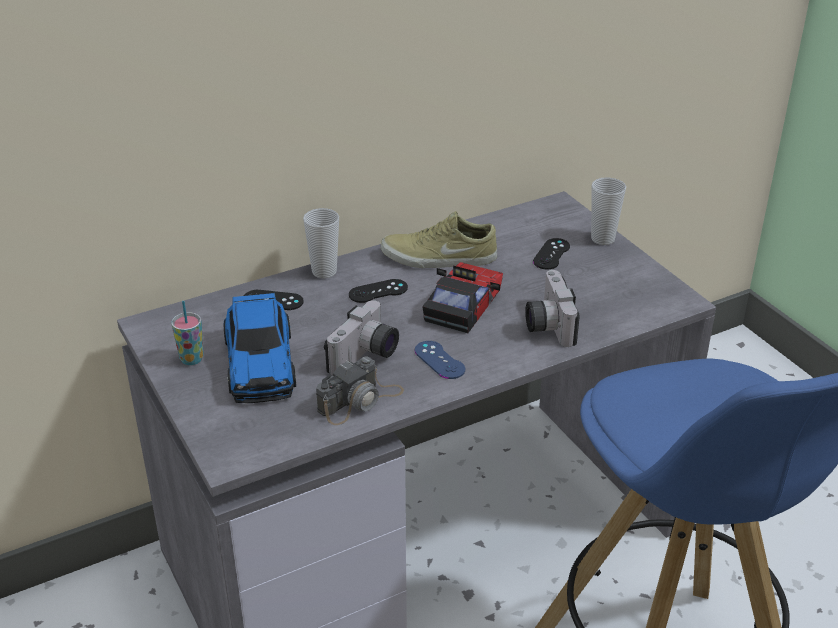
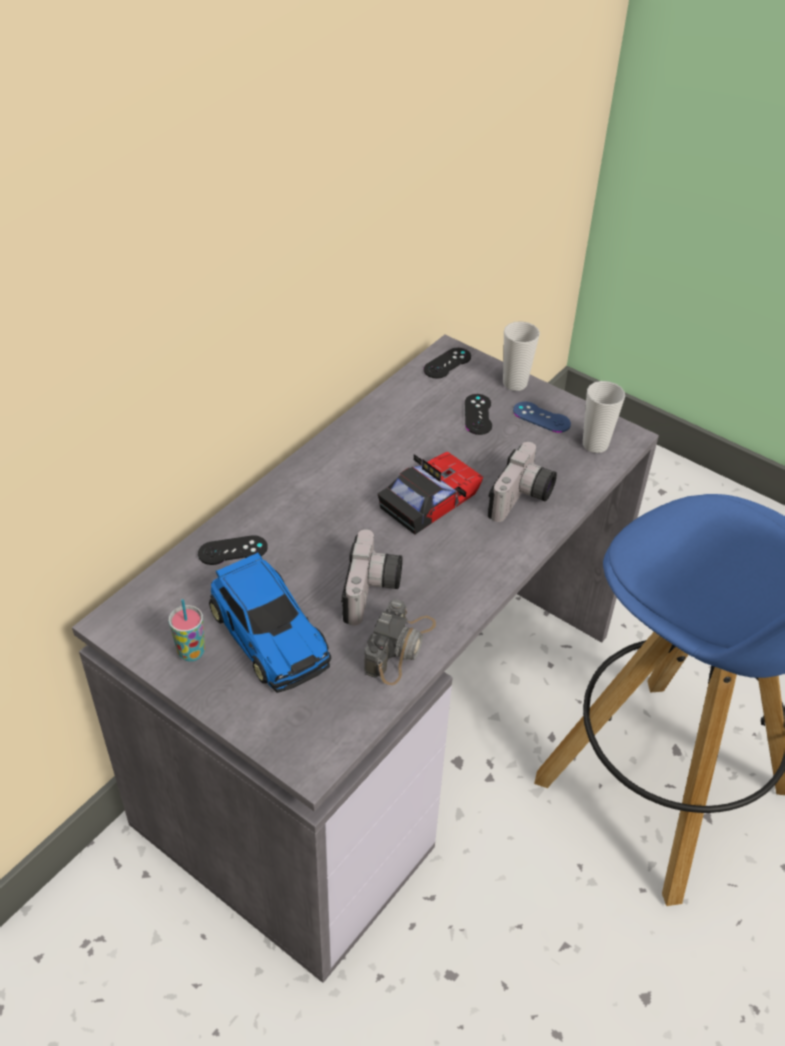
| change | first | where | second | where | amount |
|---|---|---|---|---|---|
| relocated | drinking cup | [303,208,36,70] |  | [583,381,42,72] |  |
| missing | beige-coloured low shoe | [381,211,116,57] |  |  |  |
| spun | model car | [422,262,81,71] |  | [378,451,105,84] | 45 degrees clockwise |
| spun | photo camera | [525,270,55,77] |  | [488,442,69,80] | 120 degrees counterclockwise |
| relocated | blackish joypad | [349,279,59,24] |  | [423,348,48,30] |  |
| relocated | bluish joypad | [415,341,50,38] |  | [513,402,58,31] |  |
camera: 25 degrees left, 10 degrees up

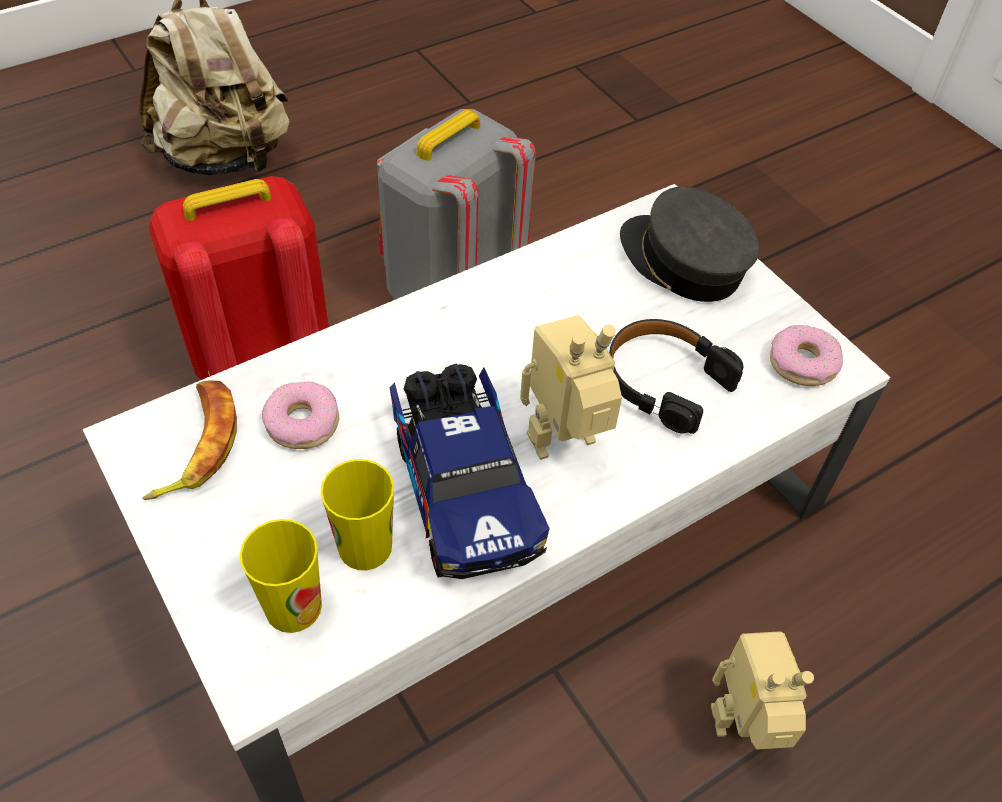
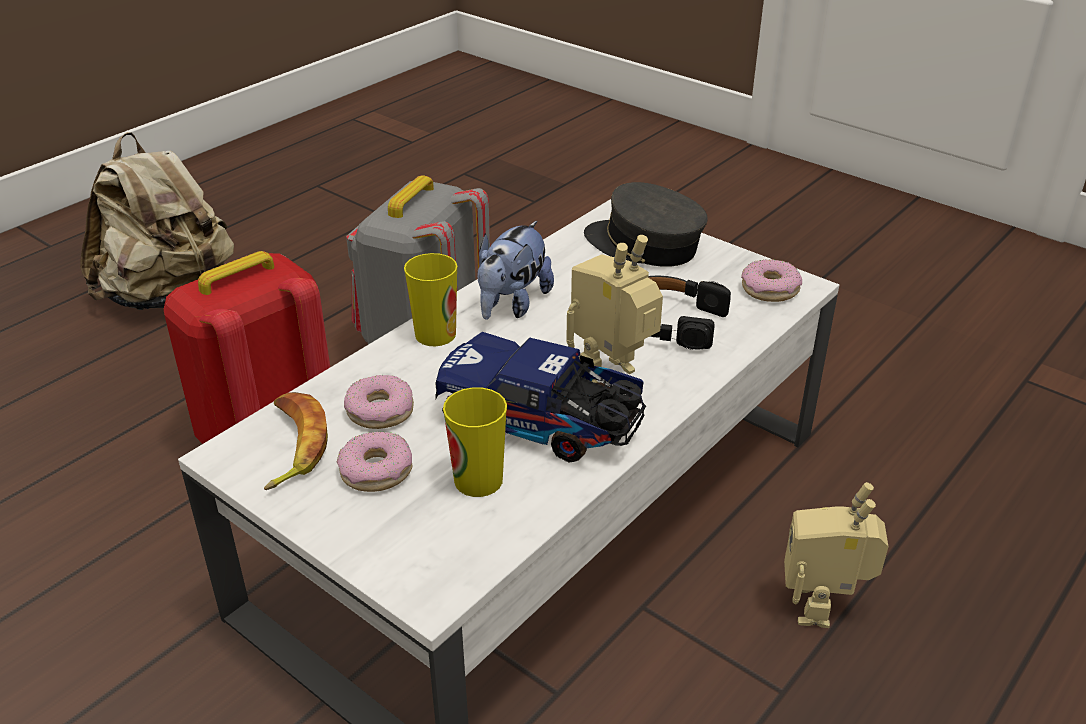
| change | first | where | second | where | amount |
|---|---|---|---|---|---|
| spun | toy lorry | [390,363,160,216] |  | [435,332,211,130] | 150 degrees clockwise |
| relocated | drinking cup | [240,519,82,114] |  | [404,253,54,93] |  |
| spun | model robot | [711,631,103,119] |  | [784,482,104,146] | 60 degrees counterclockwise |
| appeared |  |  | soft toy | [477,221,77,99] |  |
| appeared |  |  | ring doughnut | [337,431,75,61] |  |
camera: 15 degrees left, 15 degrees down

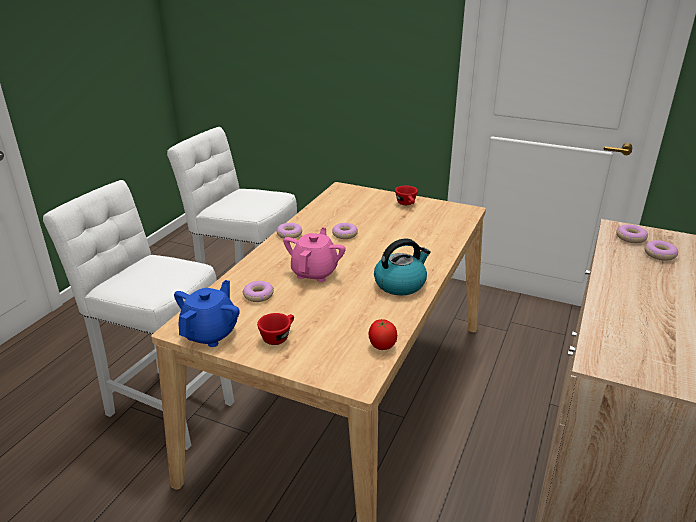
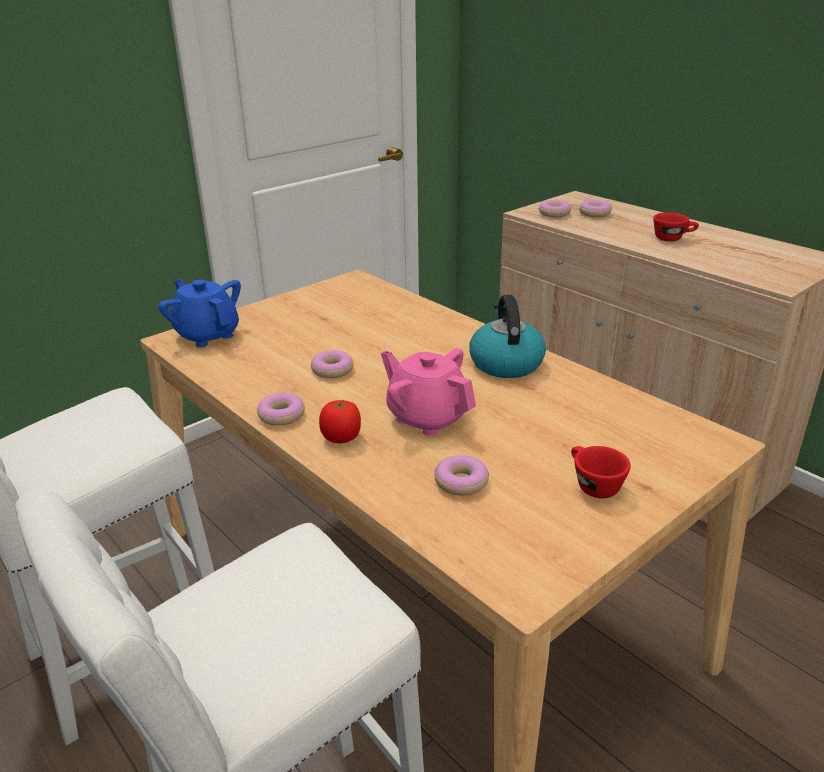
| change | first | where | second | where | amount |
|---|---|---|---|---|---|
| relocated | red-coloured drinking cup | [395,185,23,20] |  | [653,213,46,28] |  |
| relocated | bluish pot for tea | [174,280,66,67] |  | [158,279,83,68] |  |
| relocated | fresh tomato | [369,319,28,31] |  | [319,400,42,43] |  |
camera: 65 degrees left, 0 degrees up

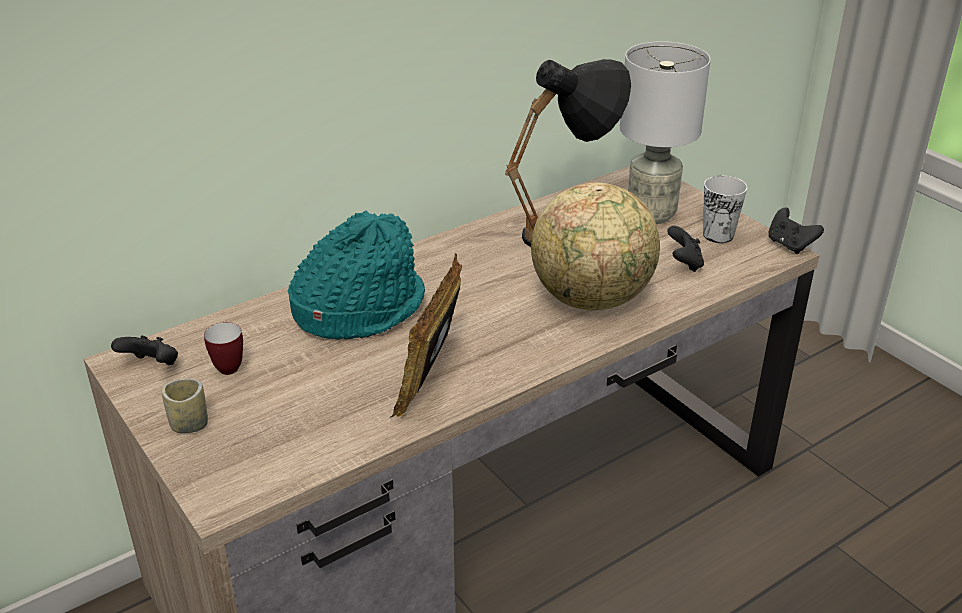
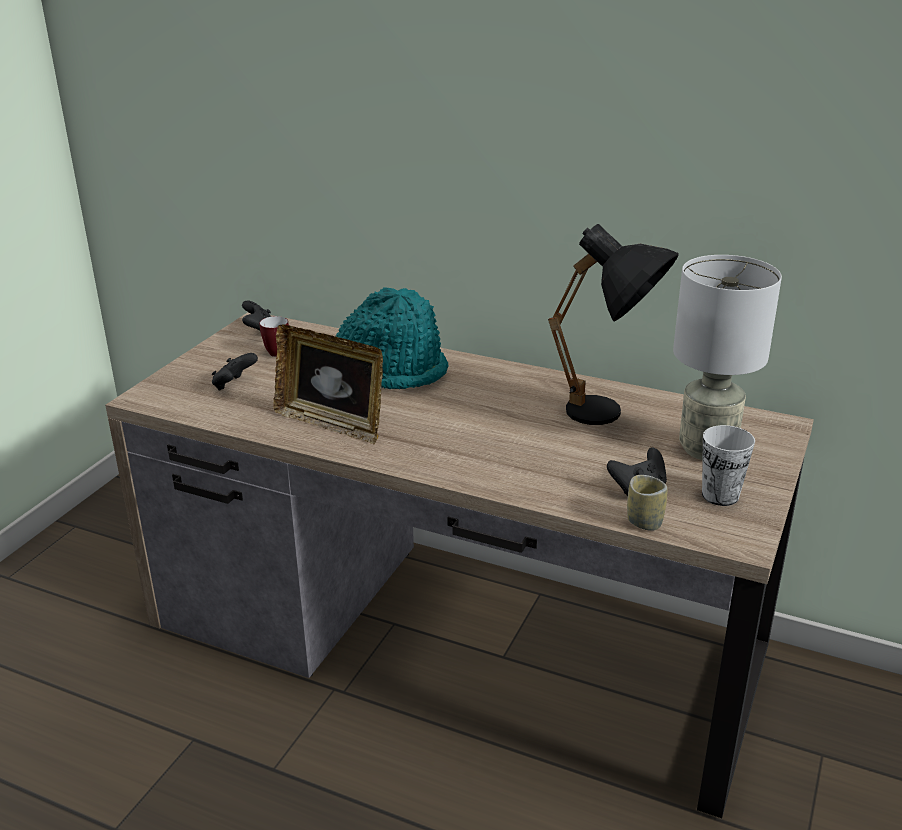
| change | first | where | second | where | amount |
|---|---|---|---|---|---|
| missing | desk globe | [531,183,129,128] |  |  |  |
| relocated | blackish joypad | [768,208,56,46] |  | [212,353,46,37] |  |
| spun | standing frame | [390,253,72,165] |  | [273,325,110,120] | 135 degrees counterclockwise |
| relocated | drinking cup | [162,379,46,54] |  | [627,475,41,56] |  |
camera: 60 degrees right, 5 degrees down

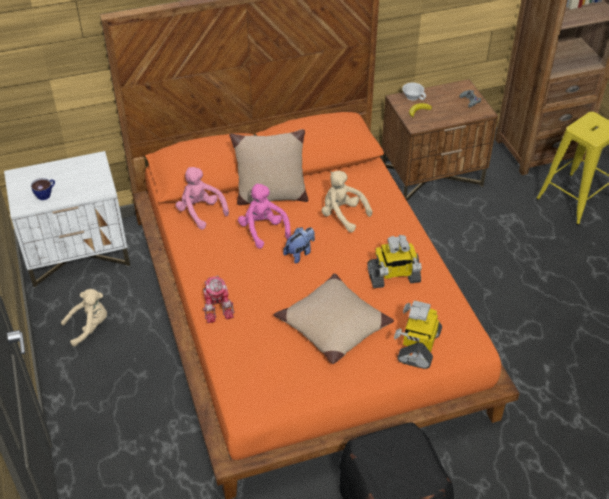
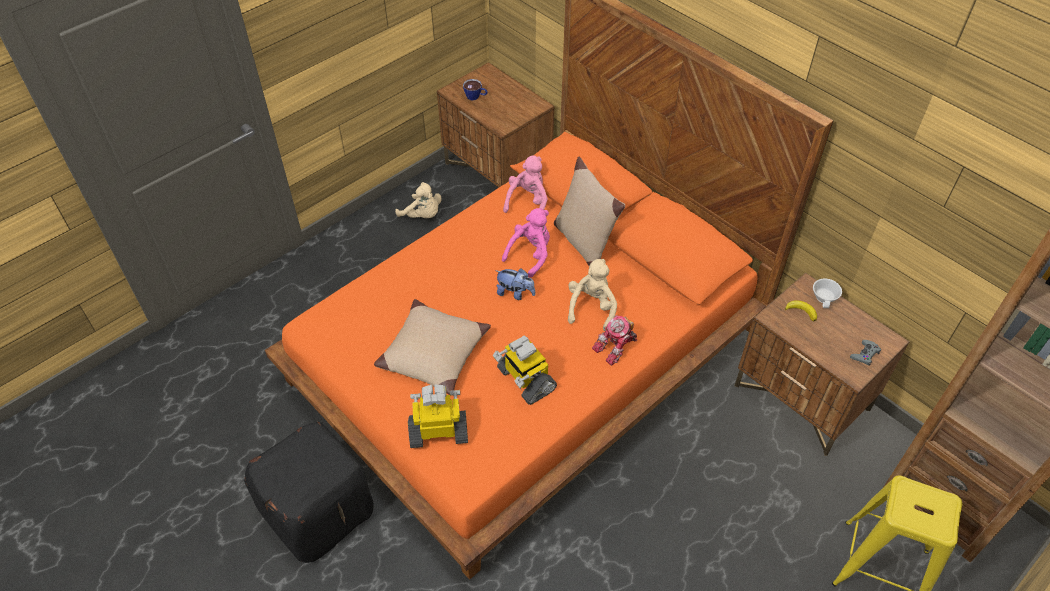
| change | first | where | second | where | amount |
|---|---|---|---|---|---|
| colour | white nightstand | [4,151,126,137] | brownish nightstand | [437,62,118,125] |  |
| relocated | model robot | [203,275,32,48] |  | [592,315,45,51] |  |
camera: 65 degrees right, 5 degrees up

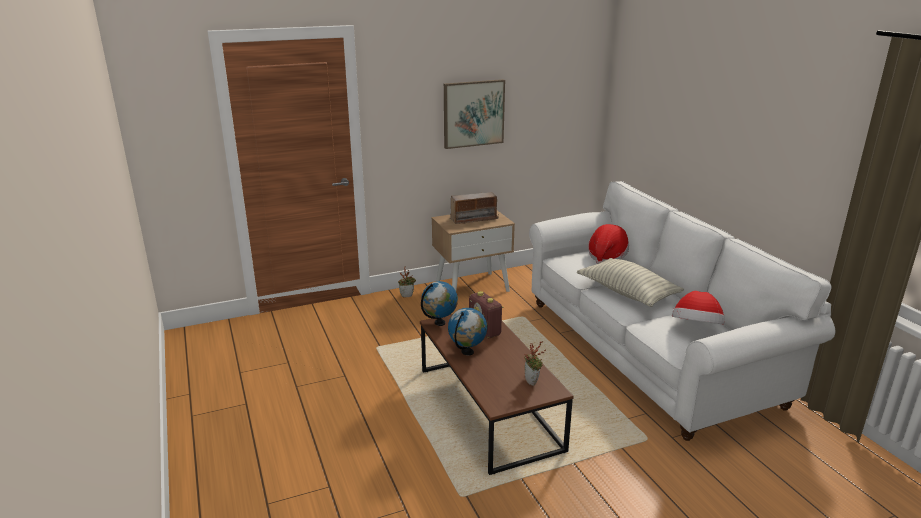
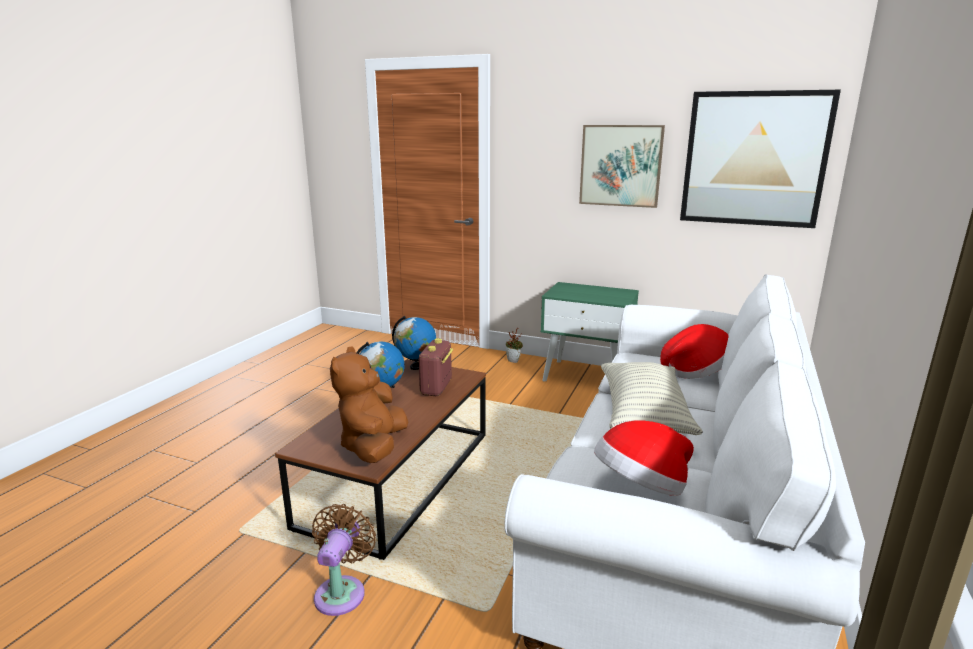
| change | first | where | second | where | amount |
|---|---|---|---|---|---|
| missing | radio set | [450,192,49,32] |  |  |  |
| colour | beige-coloured nightstand | [432,210,83,82] | green-coloured nightstand | [541,282,98,99] |  |
| exchanged | plant in a pot | [524,341,22,44] | brownish soft toy | [330,346,78,117] |  |
| appeared |  |  | wall picture | [680,90,161,138] |  |
| appeared |  |  | brownish cooling fan | [312,504,64,112] |  |
camera: 45 degrees right, 5 degrees down

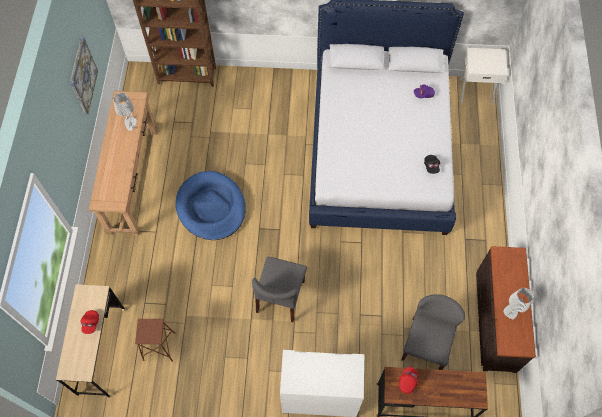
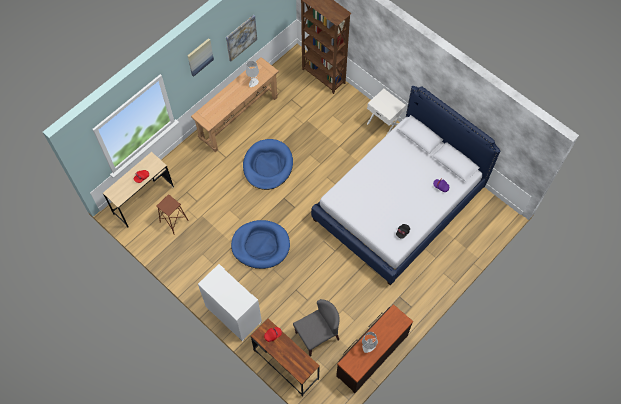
| change | first | where | second | where | amount |
|---|---|---|---|---|---|
| relocated | white nightstand | [460,48,48,56] |  | [367,89,39,45] |  |
| exchanged | grey plain chair | [252,257,55,65] | bluish pet bed | [231,220,59,49] |  |
| appeared |  |  | wall picture | [187,38,27,39] |  |
camera: 40 degrees right, 0 degrees up

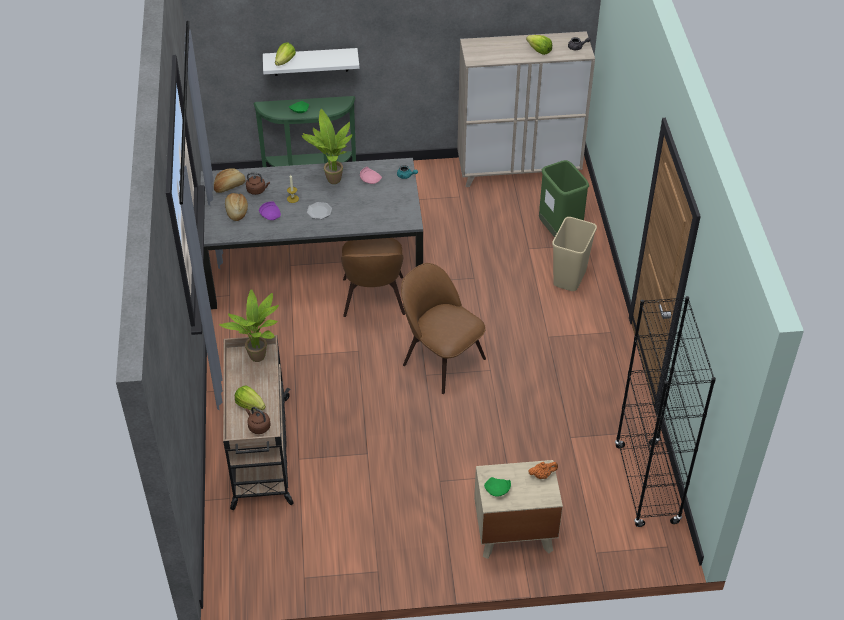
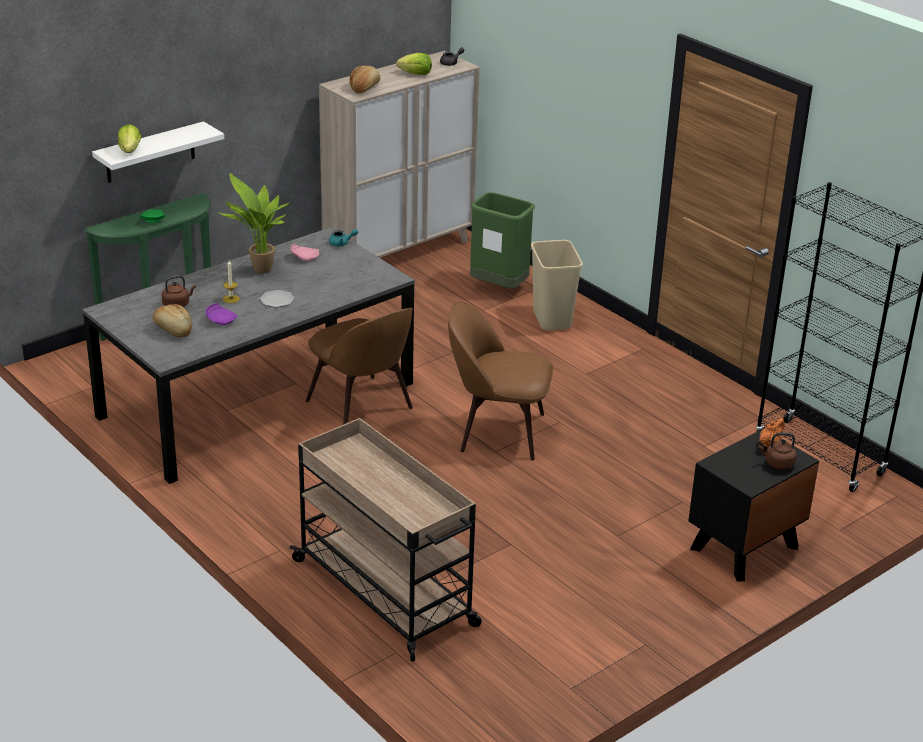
| change | first | where | second | where | amount |
|---|---|---|---|---|---|
| relocated | bread | [214,169,31,24] |  | [349,65,31,29] |  |
| missing | plant in a pot | [219,289,60,73] |  |  |  |
| missing | head of lettuce | [235,385,31,25] |  |  |  |
| relocated | brownish kettle | [246,407,25,27] |  | [758,433,39,37] |  |
| colour | beige-coloured nightstand | [474,460,89,99] | blackish nightstand | [688,428,131,154] |  |
| missing | green-coloured plate | [484,477,27,20] |  |  |  |
camera: 35 degrees left, 15 degrees down

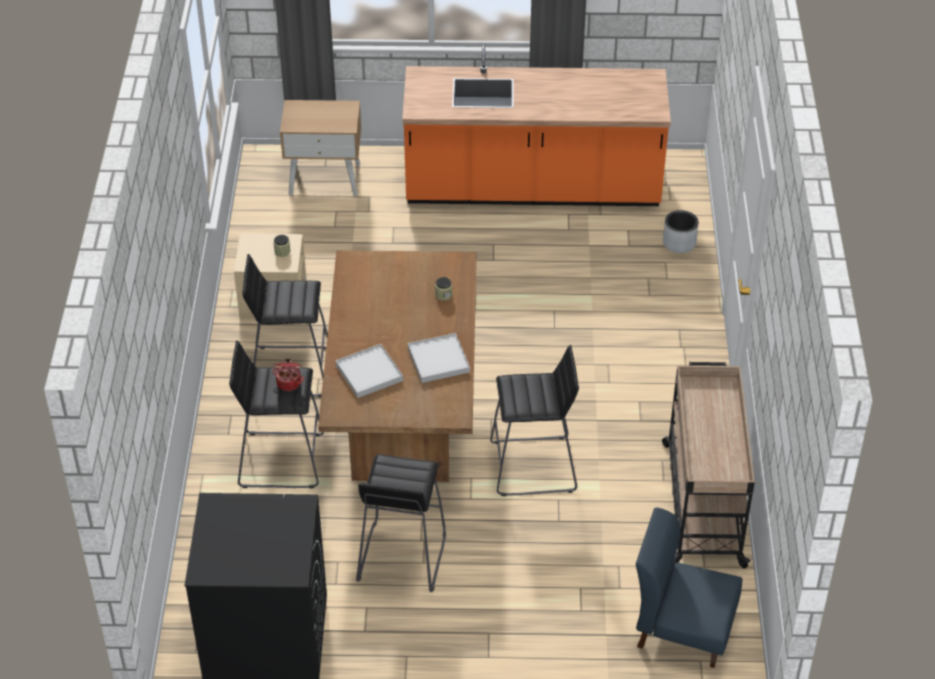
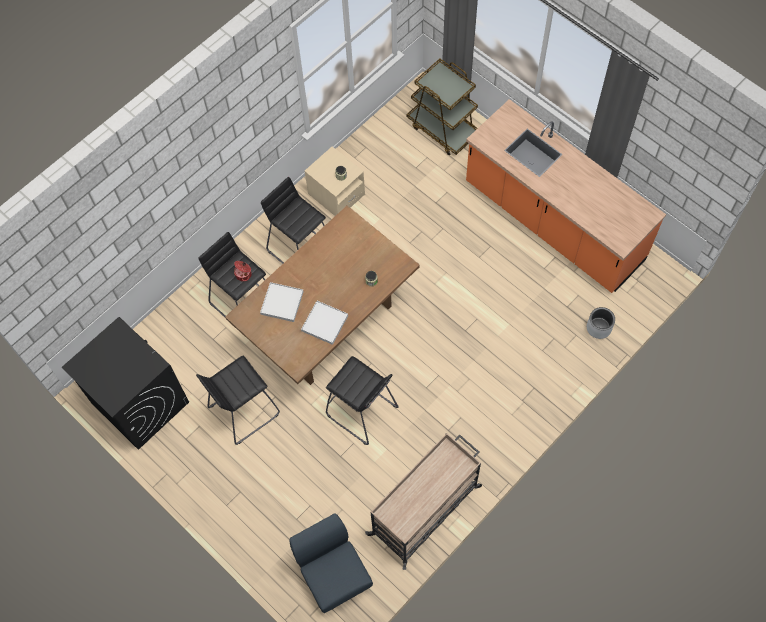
| change | first | where | second | where | amount |
|---|---|---|---|---|---|
| exchanged | beige-coloured nightstand | [280,100,81,96] | brownish trolley | [407,59,71,96] |  |
camera: 45 degrees right, 20 degrees up

